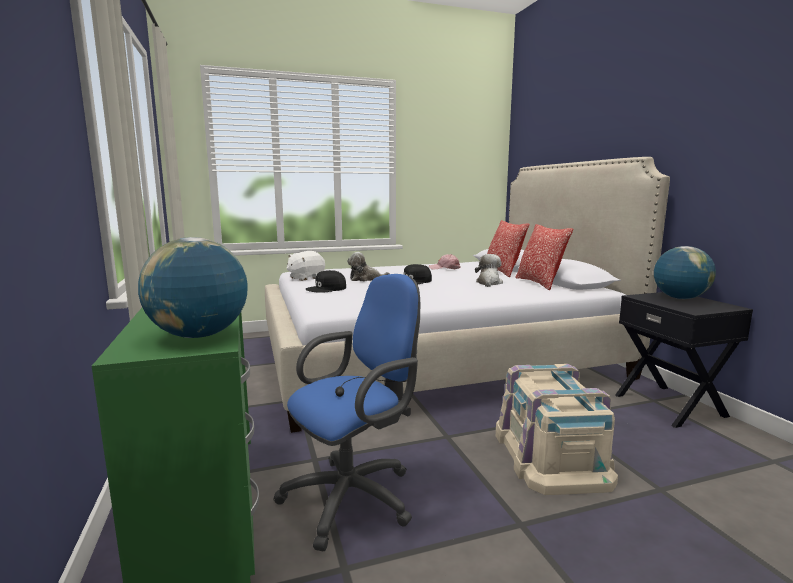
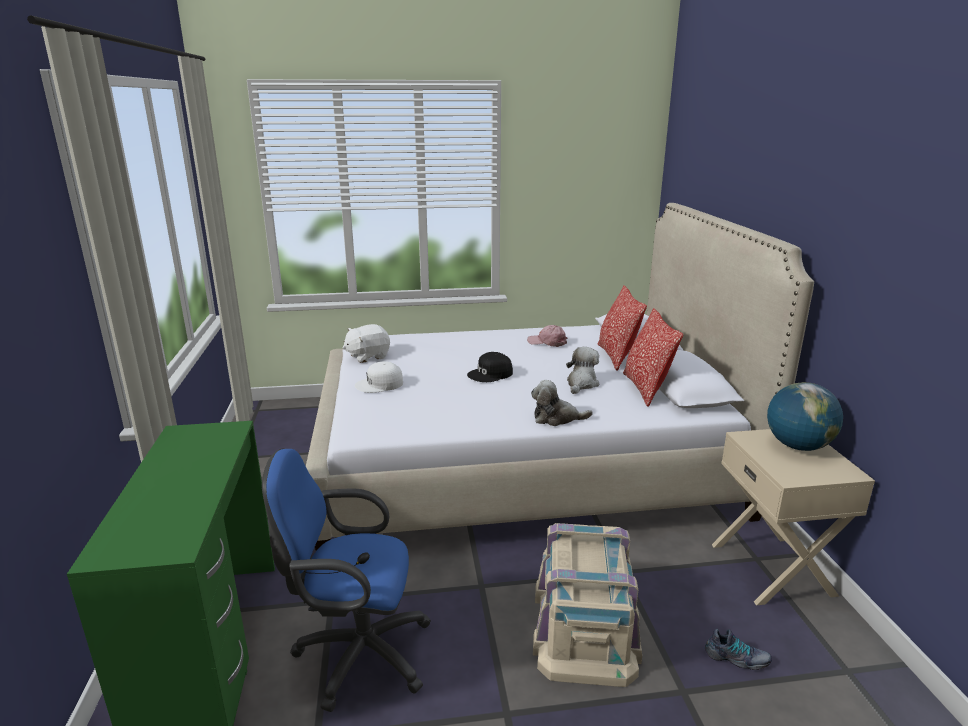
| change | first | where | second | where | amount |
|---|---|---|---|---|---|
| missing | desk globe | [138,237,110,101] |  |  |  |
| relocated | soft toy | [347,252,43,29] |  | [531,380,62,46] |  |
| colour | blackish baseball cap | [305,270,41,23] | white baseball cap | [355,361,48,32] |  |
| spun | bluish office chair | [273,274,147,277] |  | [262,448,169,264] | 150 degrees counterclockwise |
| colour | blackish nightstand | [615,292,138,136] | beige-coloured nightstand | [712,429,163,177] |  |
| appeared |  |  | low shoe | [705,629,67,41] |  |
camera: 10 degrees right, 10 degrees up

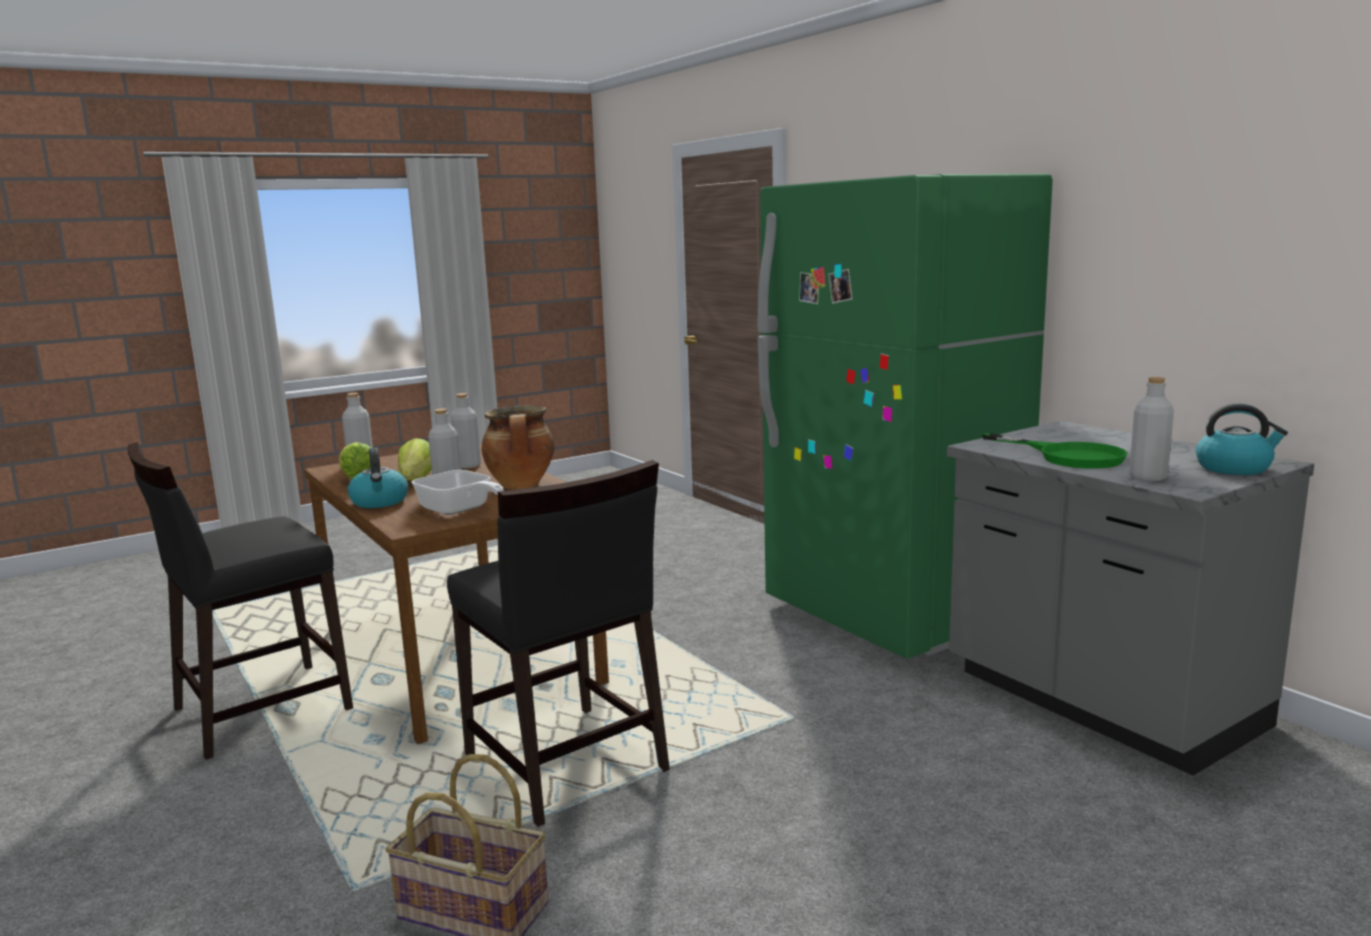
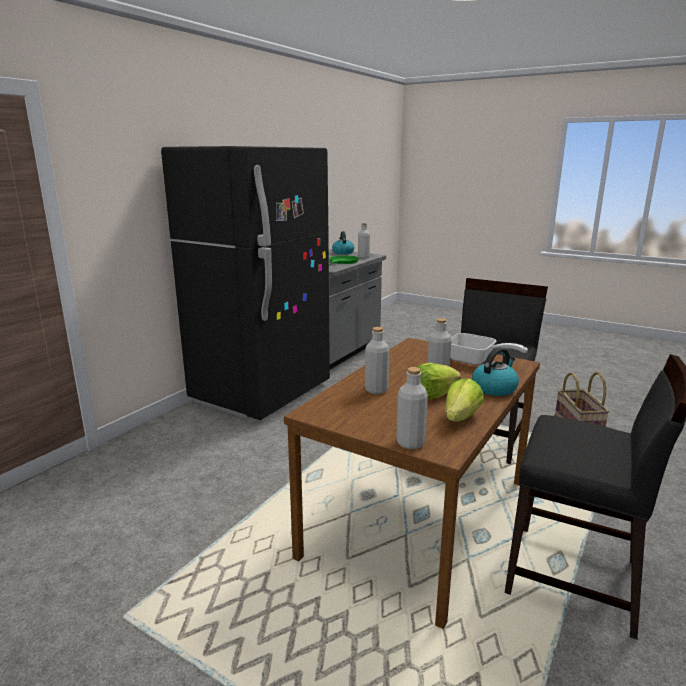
| change | first | where | second | where | amount |
|---|---|---|---|---|---|
| colour | green-coloured refrigerator | [757,174,296,485] | blackish refrigerator | [161,146,169,274] |  |
| missing | cooking pot | [481,405,73,84] |  |  |  |
| spun | pan | [412,470,92,45] |  | [450,333,78,32] | 105 degrees clockwise |
camera: 115 degrees left, 5 degrees up

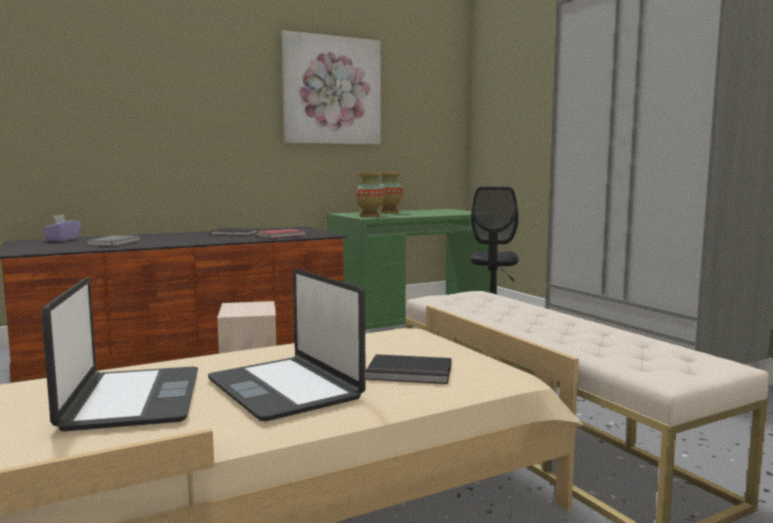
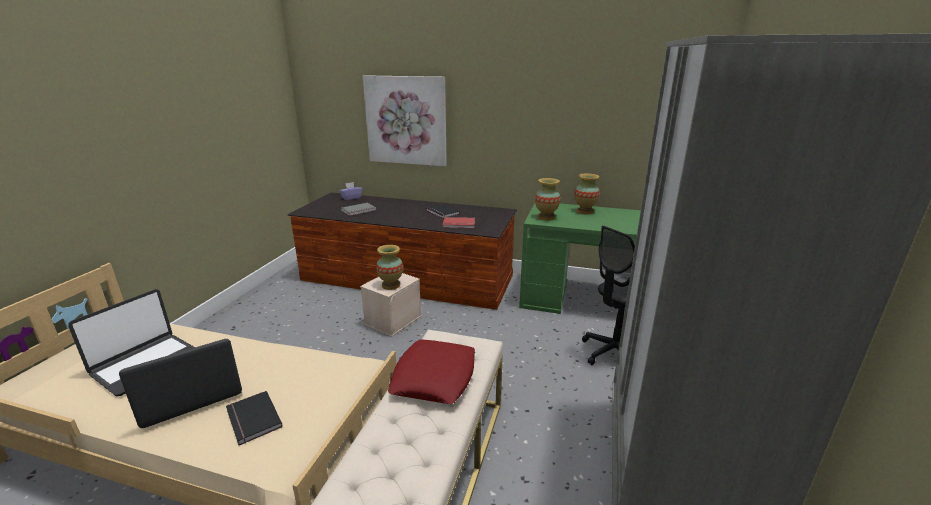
| change | first | where | second | where | amount |
|---|---|---|---|---|---|
| relocated | wall picture | [282,30,99,114] |  | [363,75,84,91] |  |
| spun | laptop | [208,268,158,154] |  | [119,339,123,89] | 45 degrees clockwise |
| appeared |  |  | decorative vase | [376,245,27,45] |  |
| appeared |  |  | red-coloured throw pillow | [388,339,87,65] |  |
camera: 45 degrees right, 15 degrees up

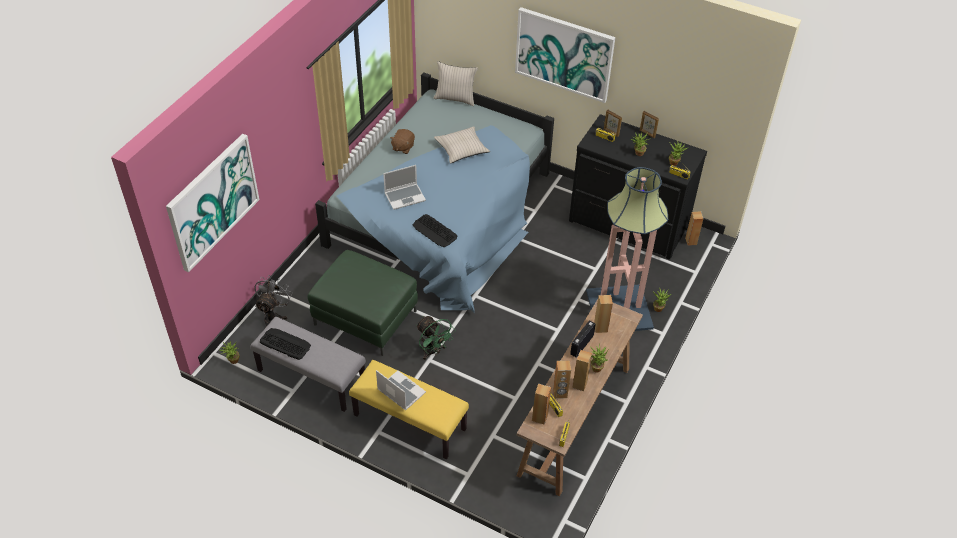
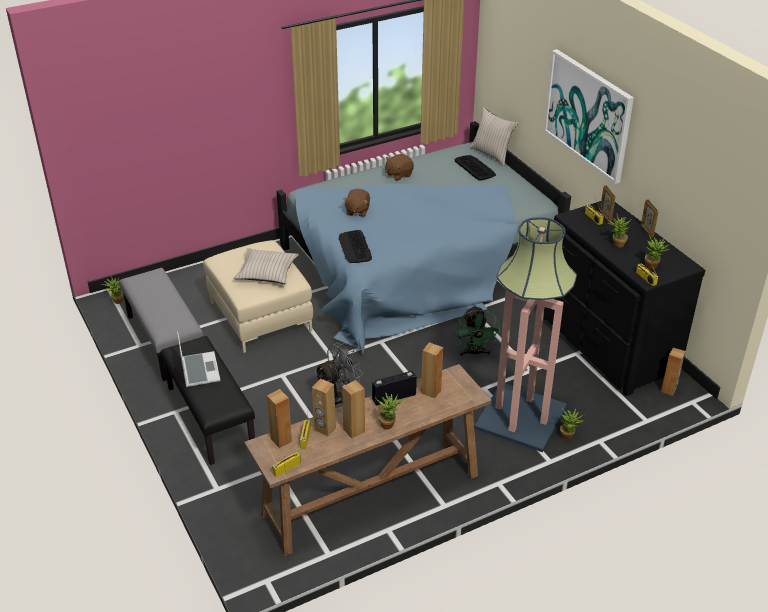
| change | first | where | second | where | amount |
|---|---|---|---|---|---|
| relocated | beige-coloured throw pillow | [434,126,56,37] |  | [233,248,66,36] |  |
| missing | wall picture | [166,134,93,138] |  |  |  |
| exchanged | laptop | [383,165,43,45] | brownish soft toy | [343,189,27,28] |  |
| colour | green-coloured footrest | [307,250,111,106] | beige-coloured footrest | [203,240,110,113] |  |
| relocated | grey cooling fan | [255,276,38,51] |  | [315,343,48,62] |  |
| relocated | green-coloured cooling fan | [416,316,40,44] |  | [455,305,45,52] |  |
| relocated | keyboard | [260,328,51,32] |  | [454,155,42,26] |  |
| colour | yellowish long seat | [349,360,120,99] | blackish long seat | [160,336,95,129] |  |
camera: 35 degrees right, 10 degrees down

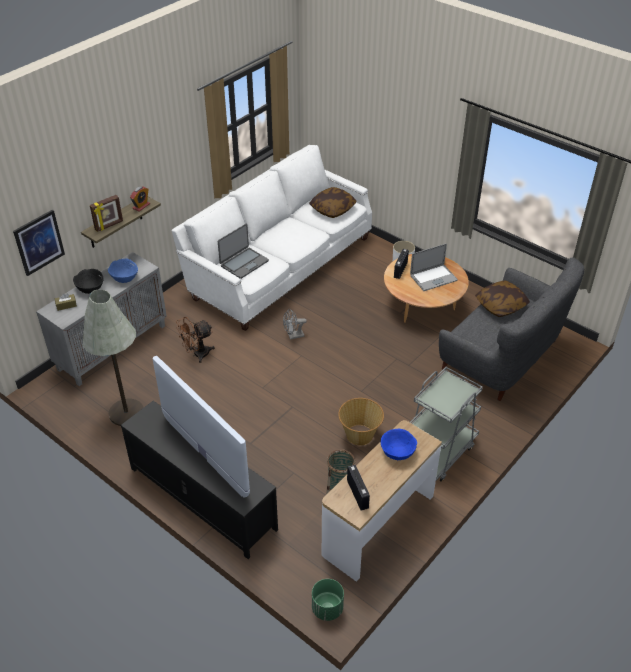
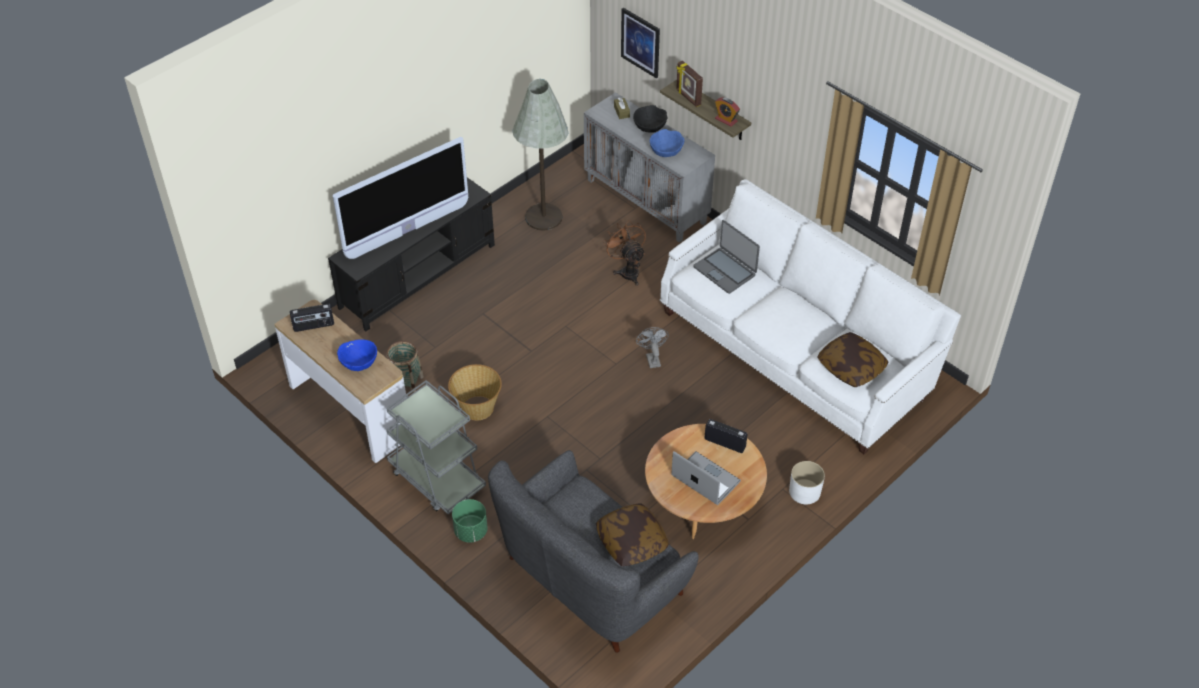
| change | first | where | second | where | amount |
|---|---|---|---|---|---|
| spun | laptop | [410,243,48,48] |  | [671,451,70,54] | 150 degrees clockwise |
| relocated | green-coloured planter | [312,579,32,42] |  | [452,499,36,44] |  |
camera: 95 degrees right, 5 degrees up

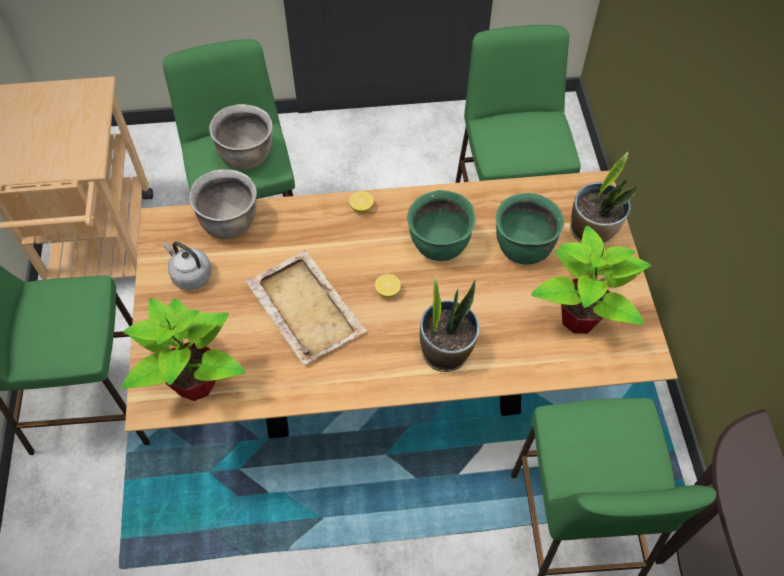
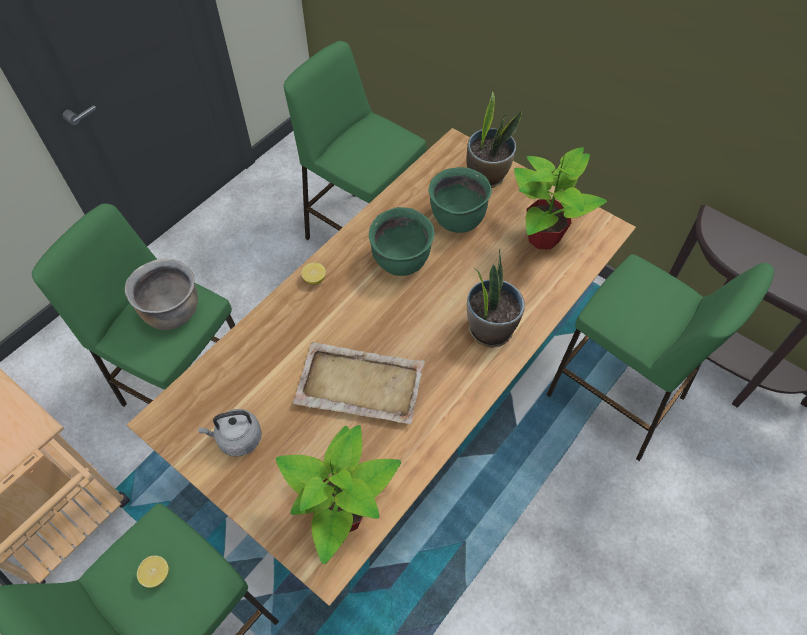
| change | first | where | second | where | amount |
|---|---|---|---|---|---|
| missing | brownish cooking pot | [189,169,68,70] |  |  |  |
| relocated | citrus fruit | [375,274,26,24] |  | [137,556,32,32] |  |
camera: 45 degrees left, 0 degrees up

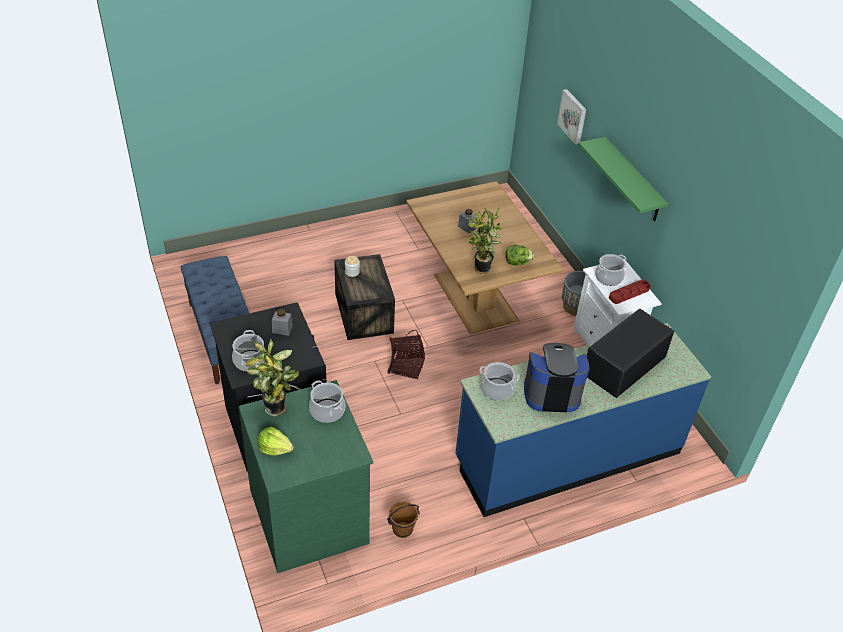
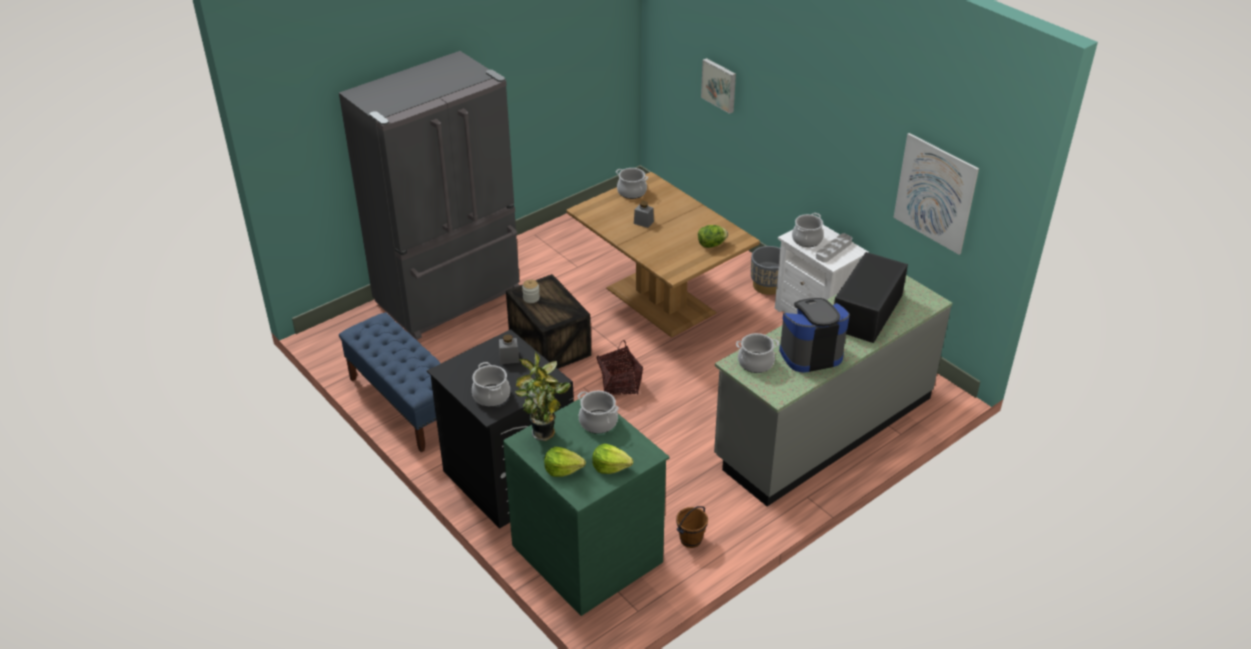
| change | first | where | second | where | amount |
|---|---|---|---|---|---|
| missing | green-coloured shelf | [578,137,90,84] |  |  |  |
| missing | plant in a pot | [468,207,34,67] |  |  |  |
| colour | red-coloured serving tray | [609,280,41,24] | grey serving tray | [816,233,36,30] |  |
| colour | bluish counter | [456,323,255,194] | grey counter | [714,275,238,231] |  |
| appeared |  |  | grey refrigerator | [339,51,181,289] |  |
| appeared |  |  | wall picture | [893,133,86,122] |  |
| appeared |  |  | cooking pot | [616,168,32,31] |  |
| appeared |  |  | head of lettuce | [592,444,41,30] |  |
camera: 15 degrees left, 5 degrees down

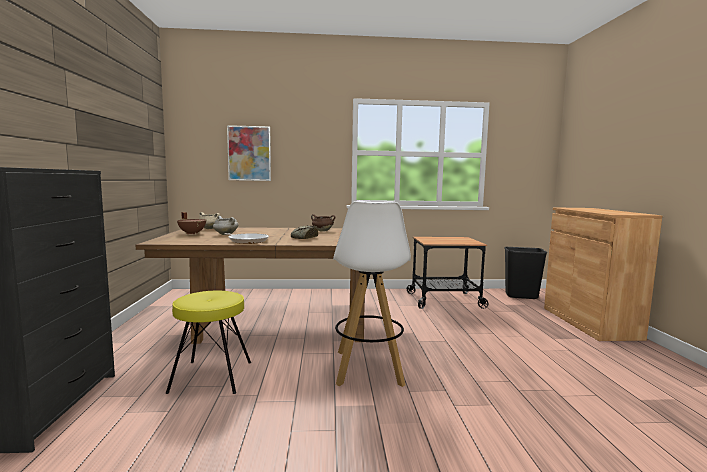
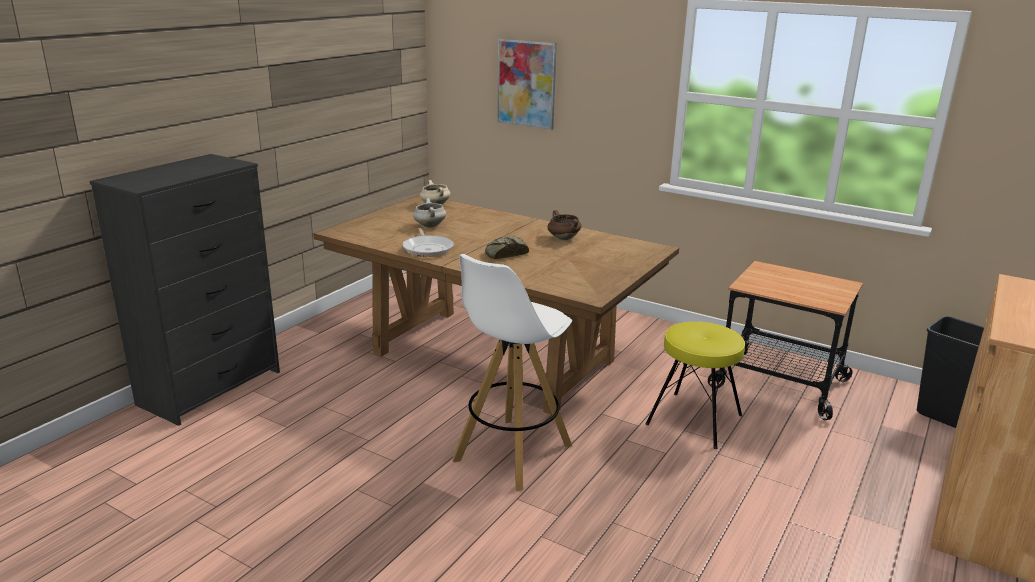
| change | first | where | second | where | amount |
|---|---|---|---|---|---|
| missing | brownish cooking pot | [177,212,29,22] |  |  |  |
| relocated | yellowish stool | [166,291,85,103] |  | [645,322,100,127] |  |
camera: 35 degrees right, 15 degrees up

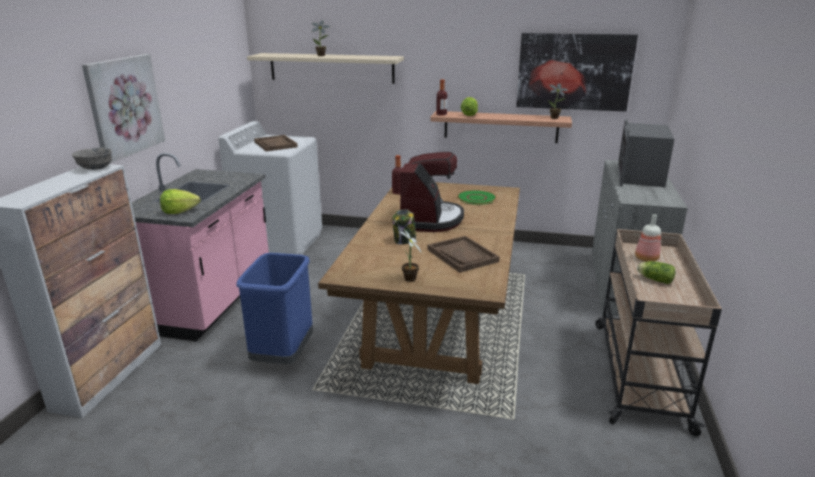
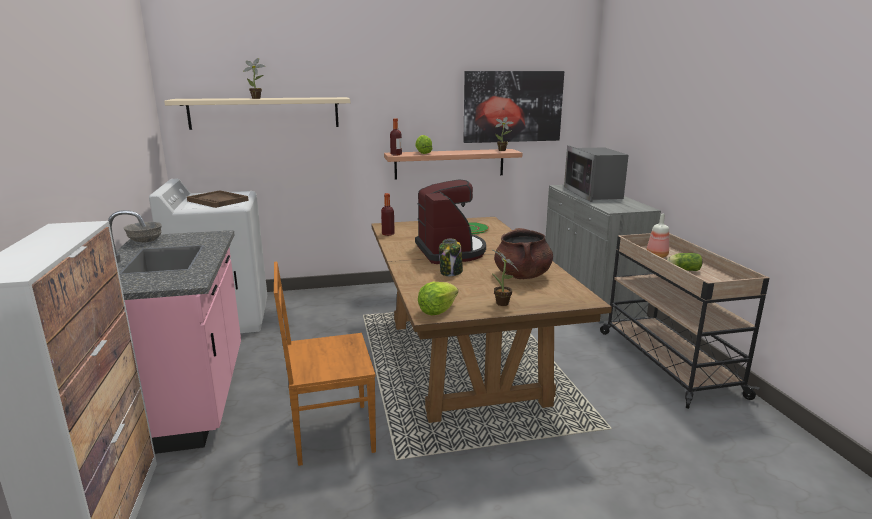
| change | first | where | second | where | amount |
|---|---|---|---|---|---|
| missing | wall picture | [82,54,83,110] |  |  |  |
| relocated | grey bowl | [72,147,40,23] |  | [124,222,38,20] |  |
| relocated | head of lettuce | [160,189,41,25] |  | [418,282,40,33] |  |
| exchanged | brownish serving tray | [428,236,71,37] | brownish cooking pot | [494,228,59,51] |  |
| exchanged | bluish trash can | [236,253,77,111] | brownish plain chair | [274,262,102,204] |  |
camera: 25 degrees left, 5 degrees down

